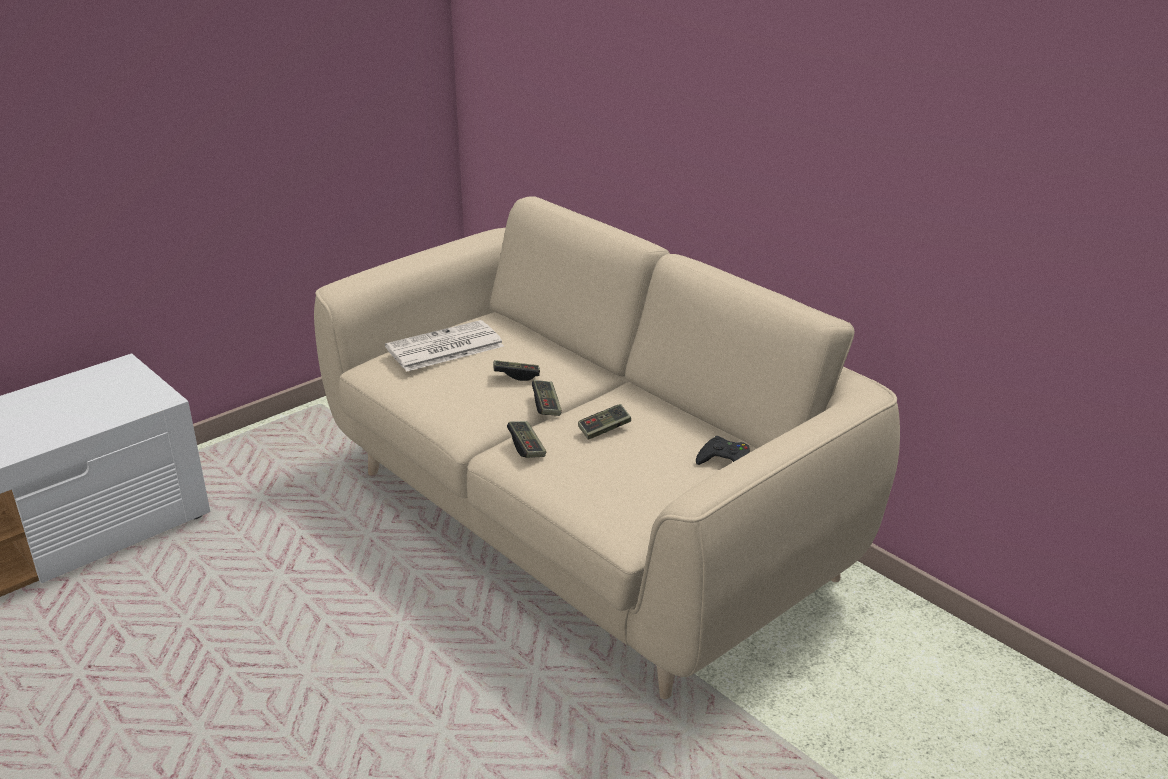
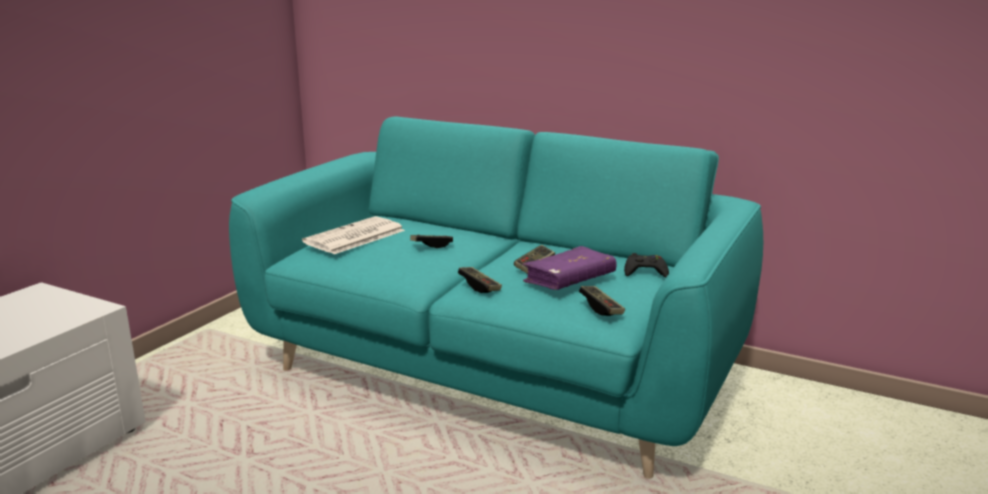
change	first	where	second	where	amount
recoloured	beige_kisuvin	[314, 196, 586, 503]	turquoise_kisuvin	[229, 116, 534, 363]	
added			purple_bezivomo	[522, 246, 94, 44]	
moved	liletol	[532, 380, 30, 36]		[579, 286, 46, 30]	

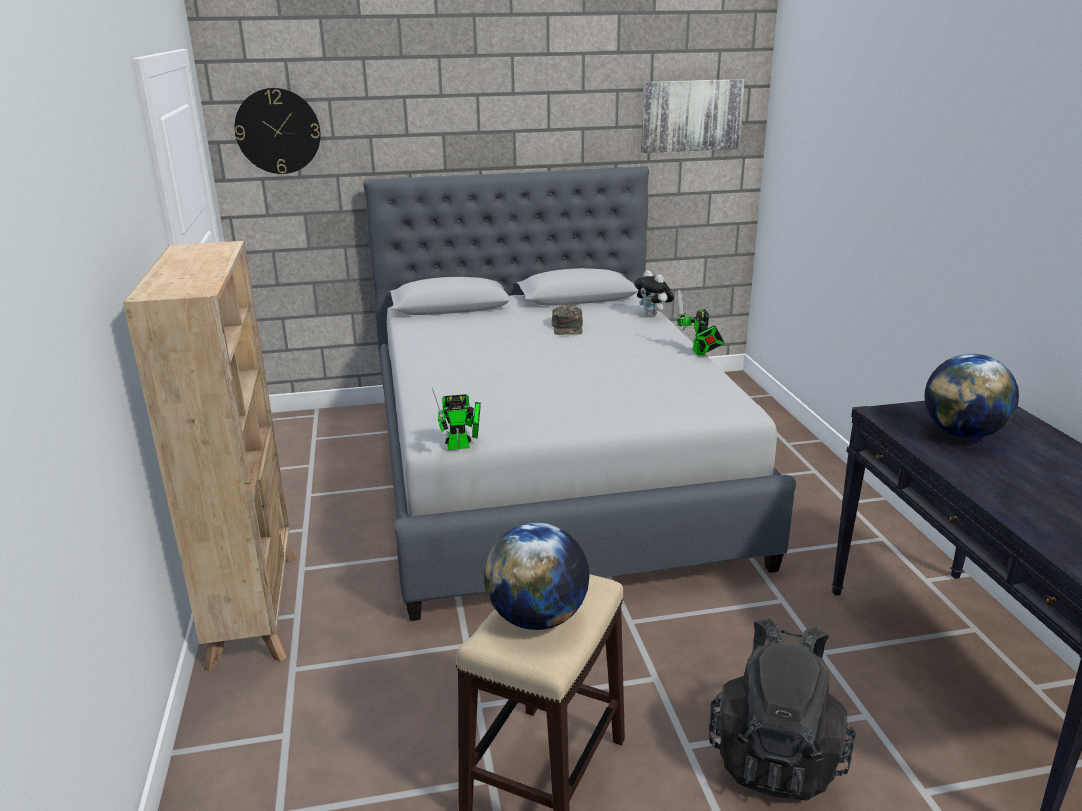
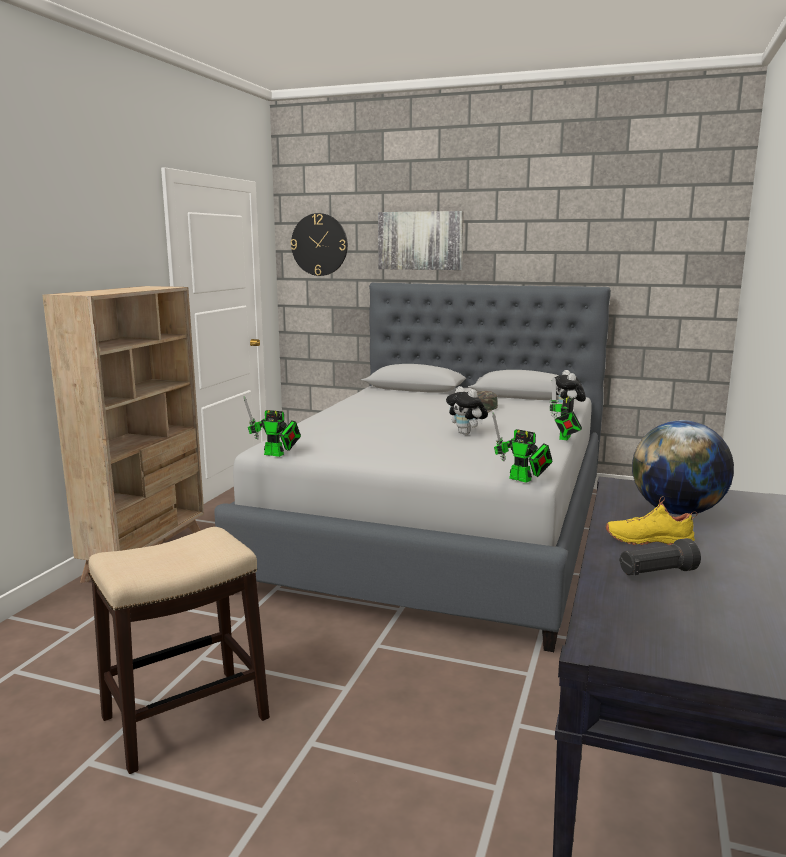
change	first	where	second	where	amount
moved	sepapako	[641, 79, 104, 74]		[378, 211, 86, 59]	
added			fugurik	[446, 386, 42, 49]	
added			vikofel	[492, 412, 60, 71]	
added			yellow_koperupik	[606, 496, 92, 49]	
added			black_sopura	[619, 538, 82, 37]	
removed	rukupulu	[484, 523, 105, 107]			
removed	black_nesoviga	[709, 619, 147, 181]			

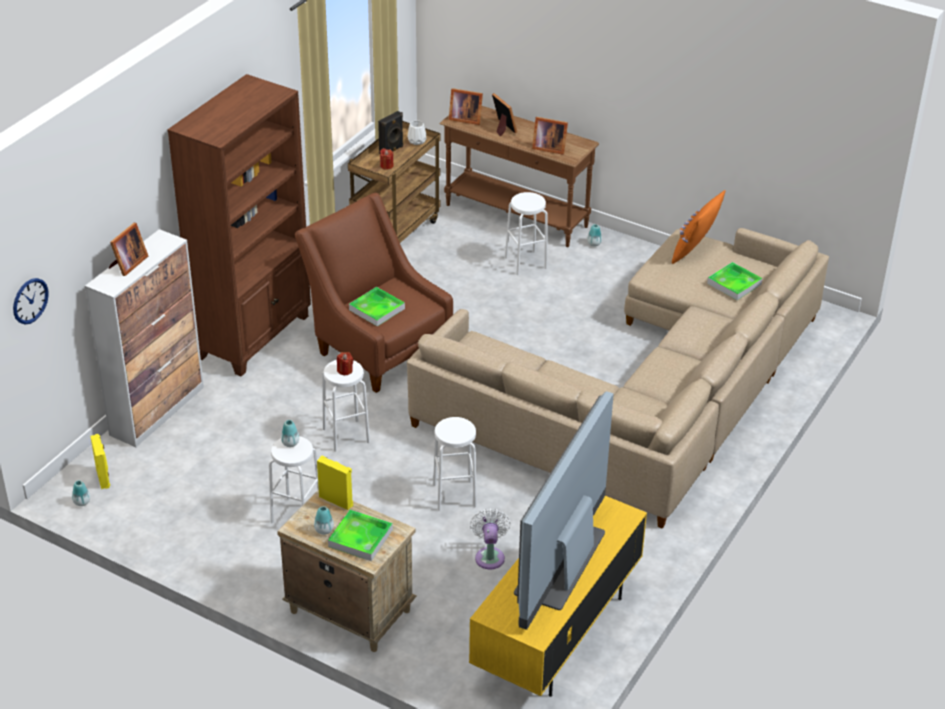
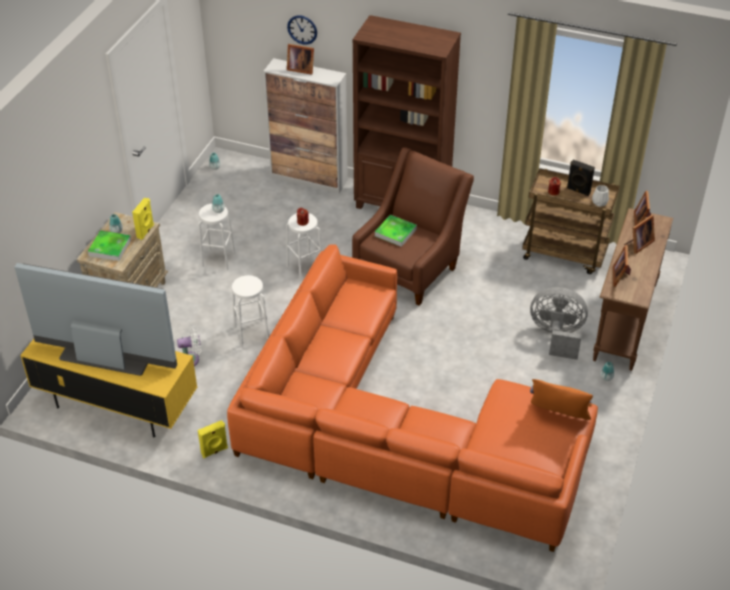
change	first	where	second	where	amount
moved	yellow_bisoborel	[90, 434, 20, 55]		[198, 420, 30, 38]	
recoloured	beige_kisuvin	[407, 228, 422, 301]	orange_kisuvin	[227, 244, 371, 308]	
moved	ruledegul	[13, 278, 36, 47]		[287, 15, 30, 30]	
replaced	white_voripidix	[505, 192, 42, 83]	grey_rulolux	[530, 287, 58, 73]	
removed	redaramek	[707, 262, 55, 38]			

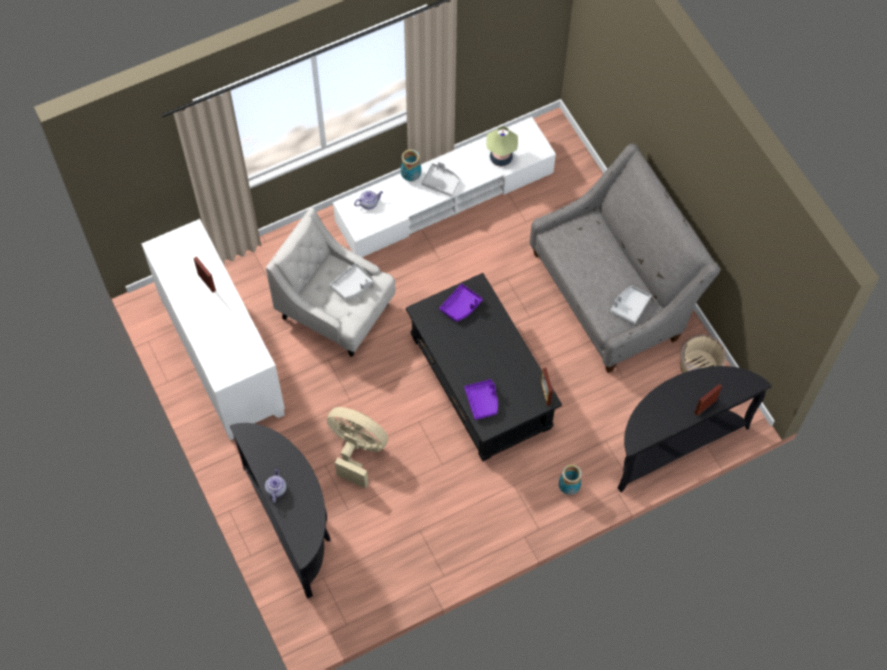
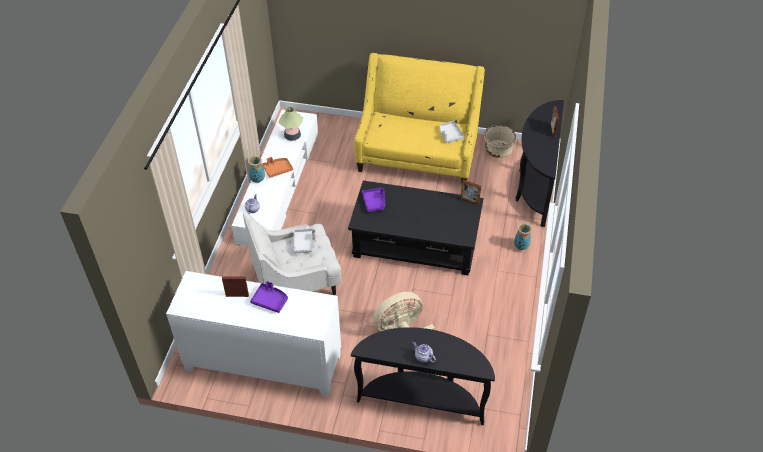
change	first	where	second	where	amount
moved	purple_redaramek	[464, 379, 34, 41]		[250, 281, 38, 32]	
recoloured	grey_redaramek	[421, 162, 40, 35]	orange_redaramek	[262, 157, 31, 21]	
recoloured	grey_kisuvin	[530, 144, 191, 229]	yellow_kisuvin	[354, 53, 131, 129]	

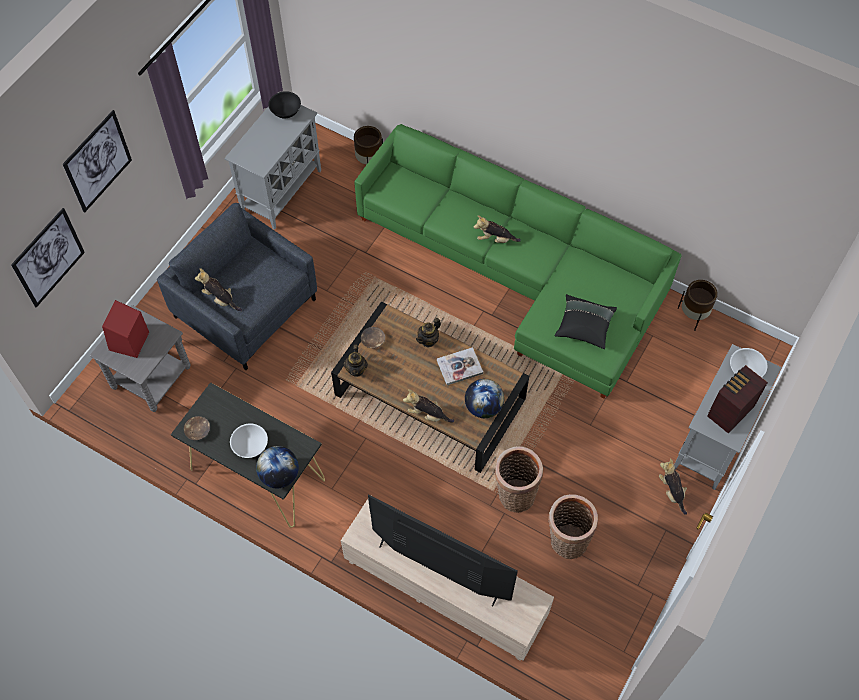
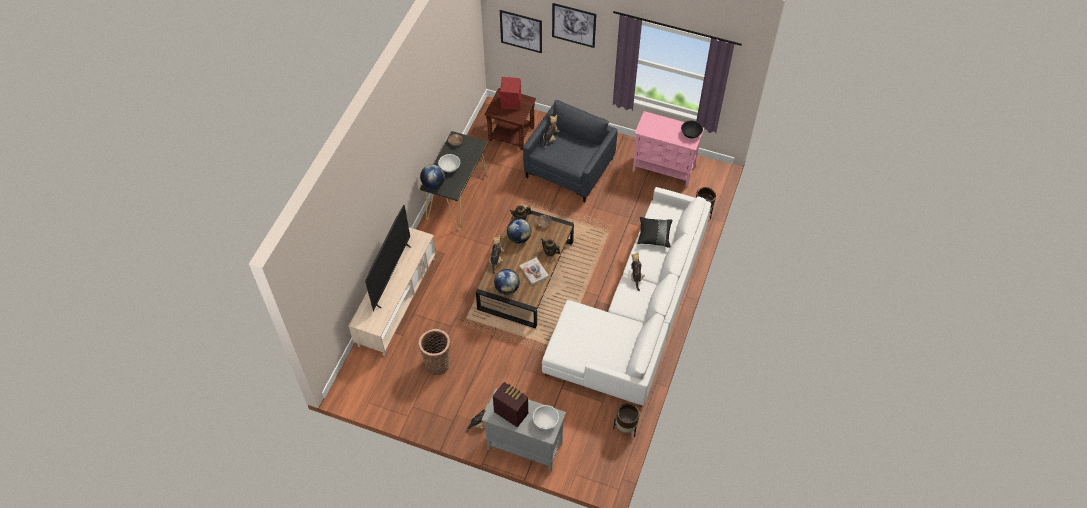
change	first	where	second	where	amount
recoloured	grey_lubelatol	[90, 305, 100, 107]	brown_lubelatol	[485, 88, 51, 62]	
added			rukupulu	[507, 219, 25, 24]	
recoloured	green_kisuvin	[354, 124, 328, 275]	white_kisuvin	[542, 187, 169, 220]	
recoloured	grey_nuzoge	[224, 105, 97, 125]	pink_nuzoge	[633, 111, 71, 76]	
moved	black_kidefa	[554, 294, 63, 55]		[637, 217, 35, 31]	
removed	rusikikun	[495, 446, 48, 67]			

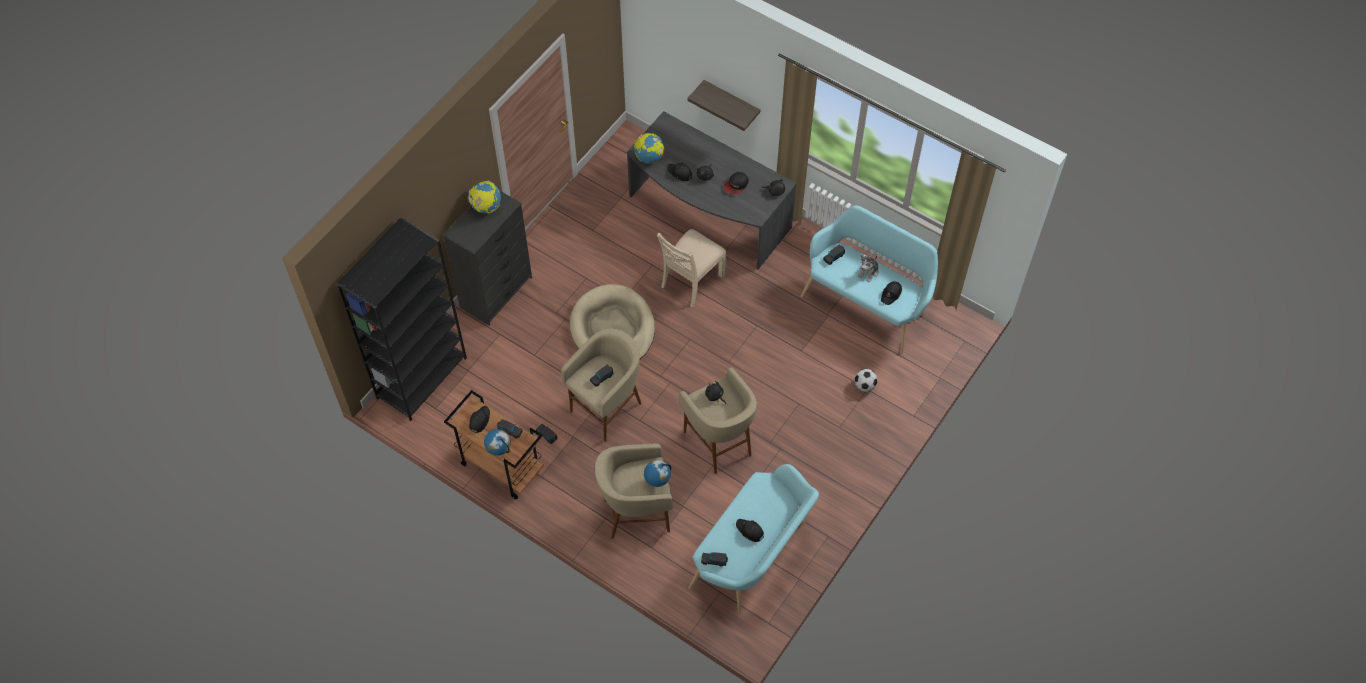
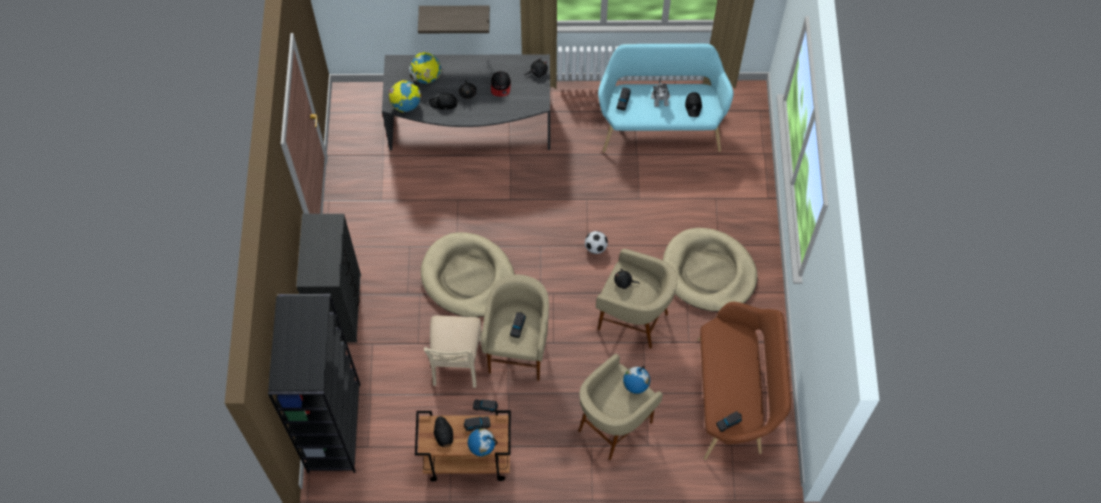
change	first	where	second	where	amount
moved	rukupulu	[467, 180, 34, 33]		[409, 52, 32, 32]	
moved	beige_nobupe	[657, 229, 69, 79]		[424, 315, 58, 73]	
moved	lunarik	[854, 369, 24, 23]		[585, 231, 23, 23]	
added			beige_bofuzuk	[663, 228, 95, 84]	
recoloured	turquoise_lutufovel	[688, 464, 131, 151]	brown_lutufovel	[697, 302, 94, 158]	
removed	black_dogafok	[736, 519, 28, 23]			

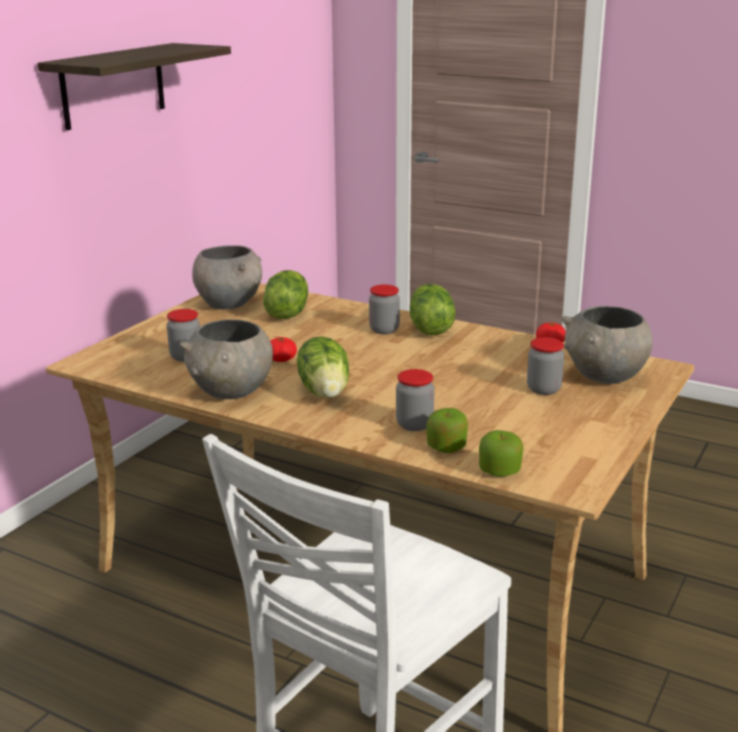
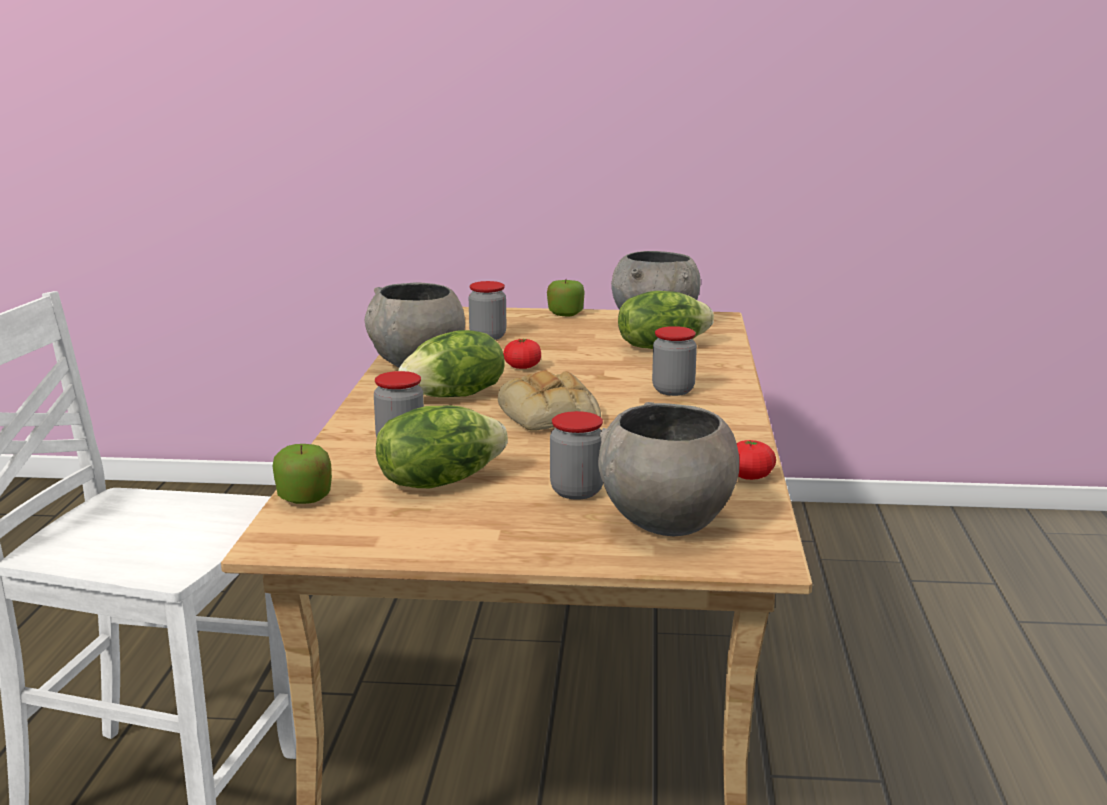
change	first	where	second	where	amount
moved	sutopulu	[410, 284, 46, 51]		[376, 405, 132, 83]	
added			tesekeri	[498, 370, 103, 61]	
moved	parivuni	[426, 408, 42, 45]		[547, 280, 38, 36]	
removed	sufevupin	[37, 43, 194, 87]			

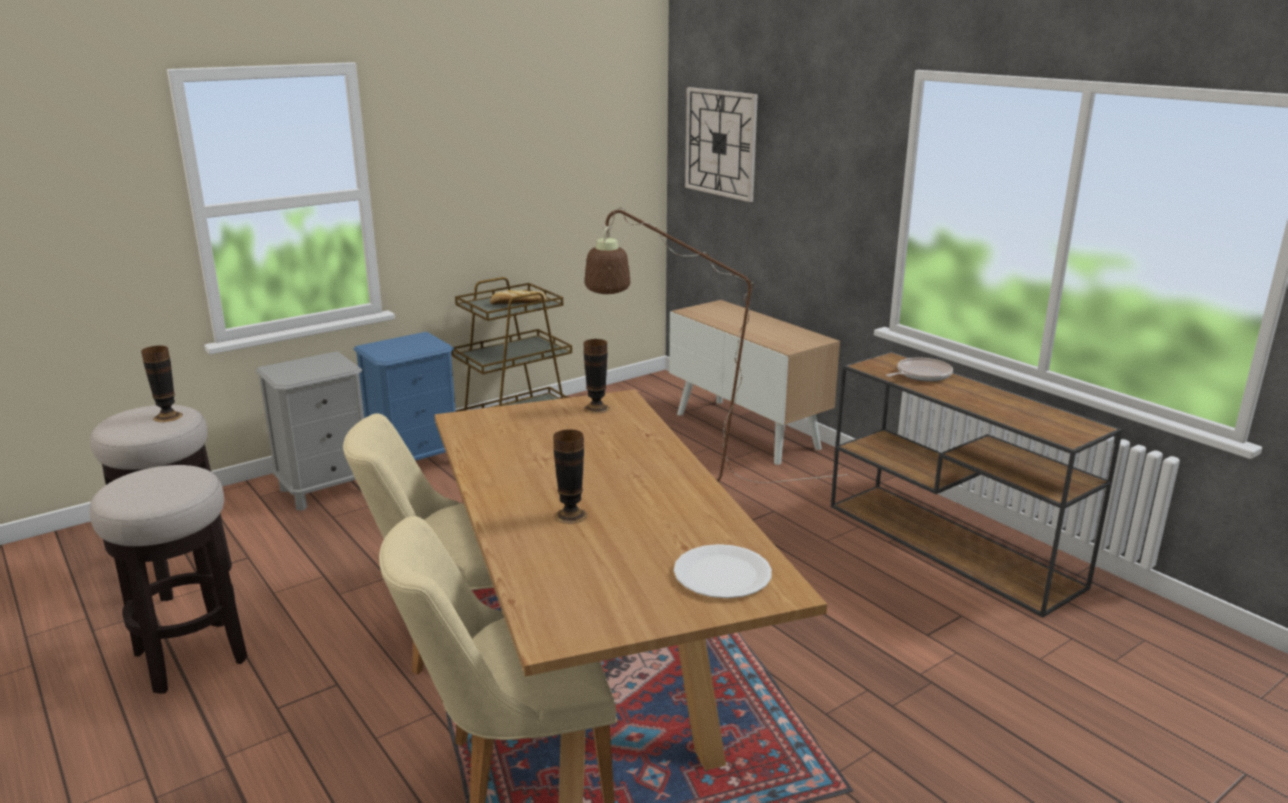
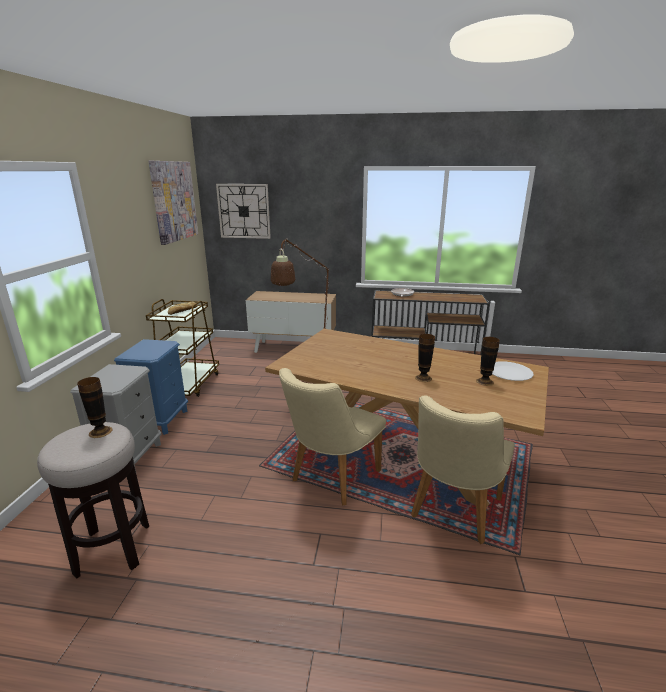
change	first	where	second	where	amount
added			sepapako	[148, 161, 50, 84]	
moved	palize	[584, 339, 26, 75]		[476, 337, 24, 49]	
removed	voripidix	[89, 465, 158, 229]			

